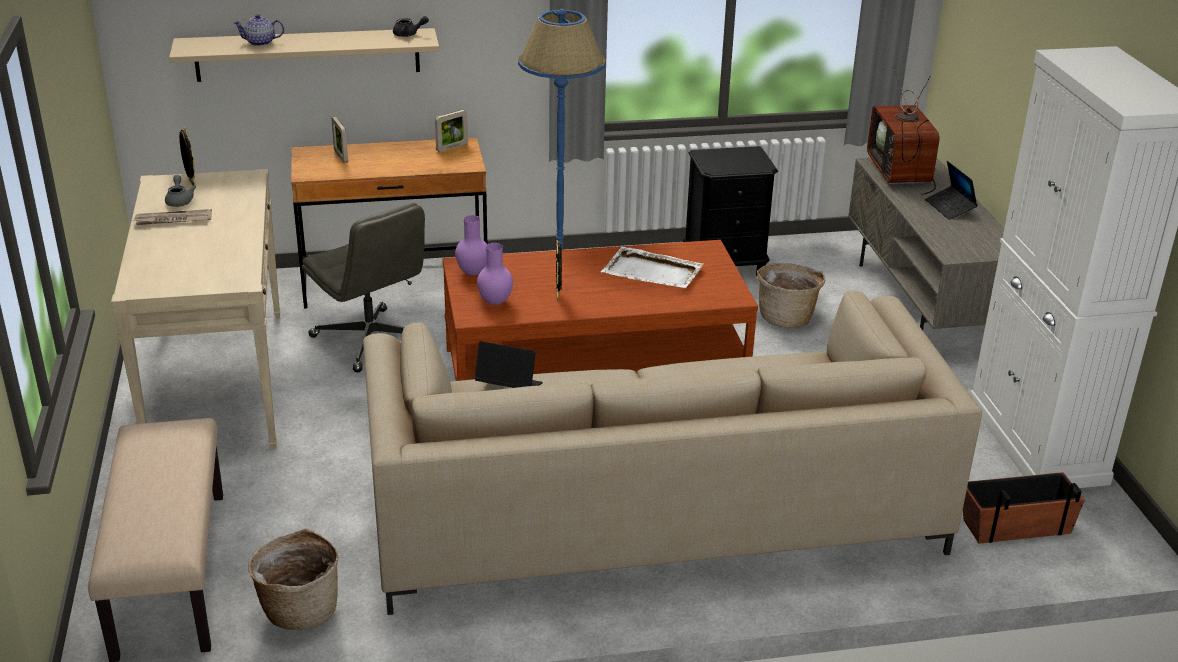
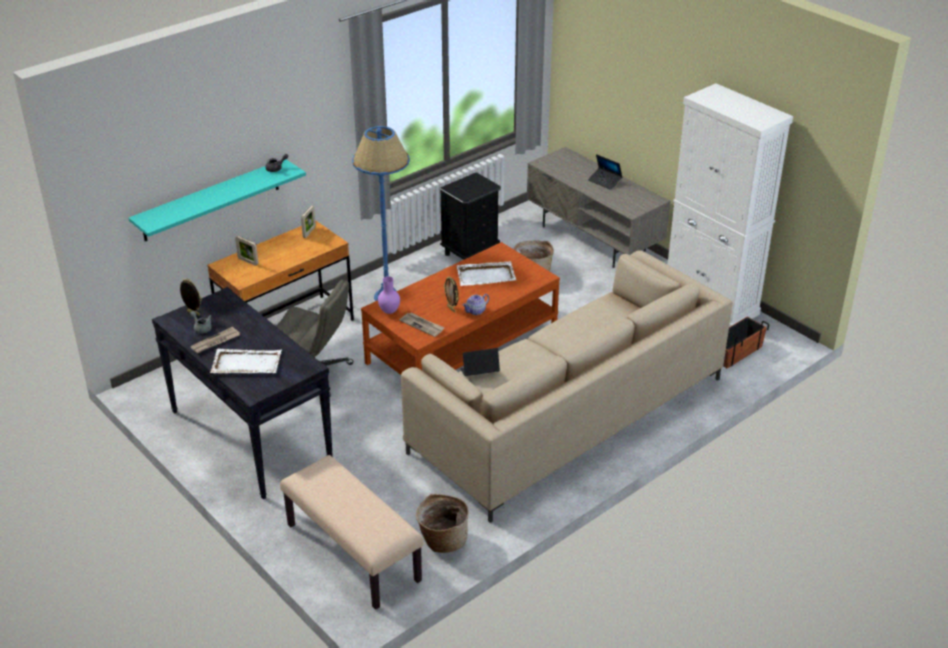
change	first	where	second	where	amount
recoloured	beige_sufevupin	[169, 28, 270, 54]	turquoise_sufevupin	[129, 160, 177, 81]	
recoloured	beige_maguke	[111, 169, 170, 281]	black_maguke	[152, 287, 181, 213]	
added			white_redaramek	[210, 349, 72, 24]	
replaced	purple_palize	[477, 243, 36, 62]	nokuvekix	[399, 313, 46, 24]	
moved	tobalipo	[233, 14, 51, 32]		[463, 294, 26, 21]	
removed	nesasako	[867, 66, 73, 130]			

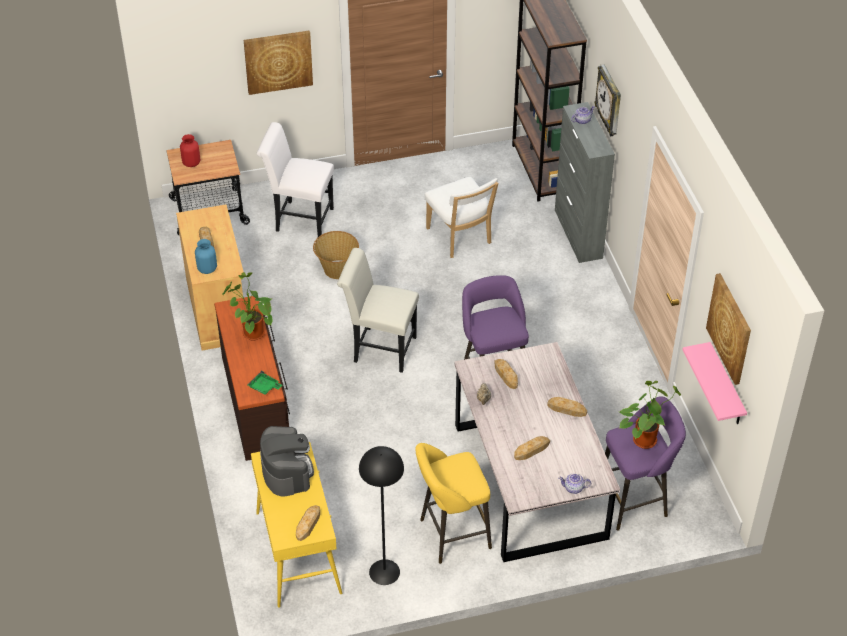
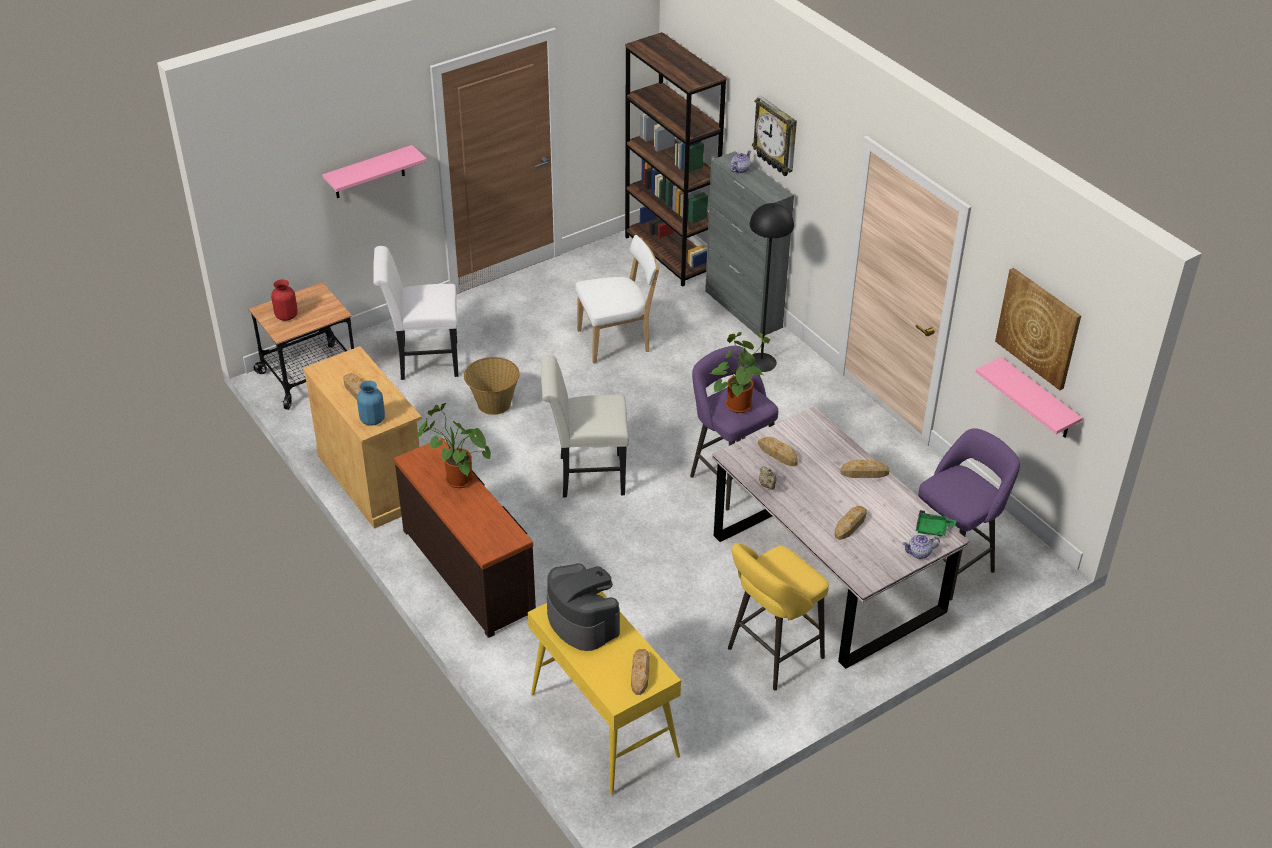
change	first	where	second	where	amount
replaced	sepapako	[244, 31, 69, 64]	pink_sufevupin	[322, 145, 105, 53]	
turned	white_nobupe	[425, 177, 73, 81]		[575, 235, 84, 129]	60 degrees counterclockwise
moved	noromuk	[620, 381, 61, 68]		[710, 332, 60, 81]	
moved	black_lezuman	[359, 446, 45, 139]		[750, 203, 44, 169]	
moved	green_redaramek	[247, 371, 36, 24]		[916, 510, 40, 27]	

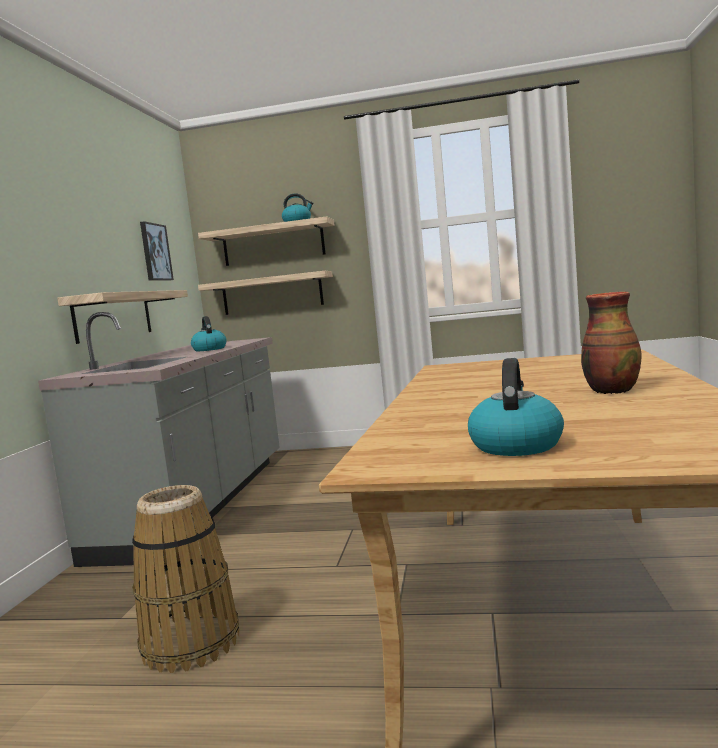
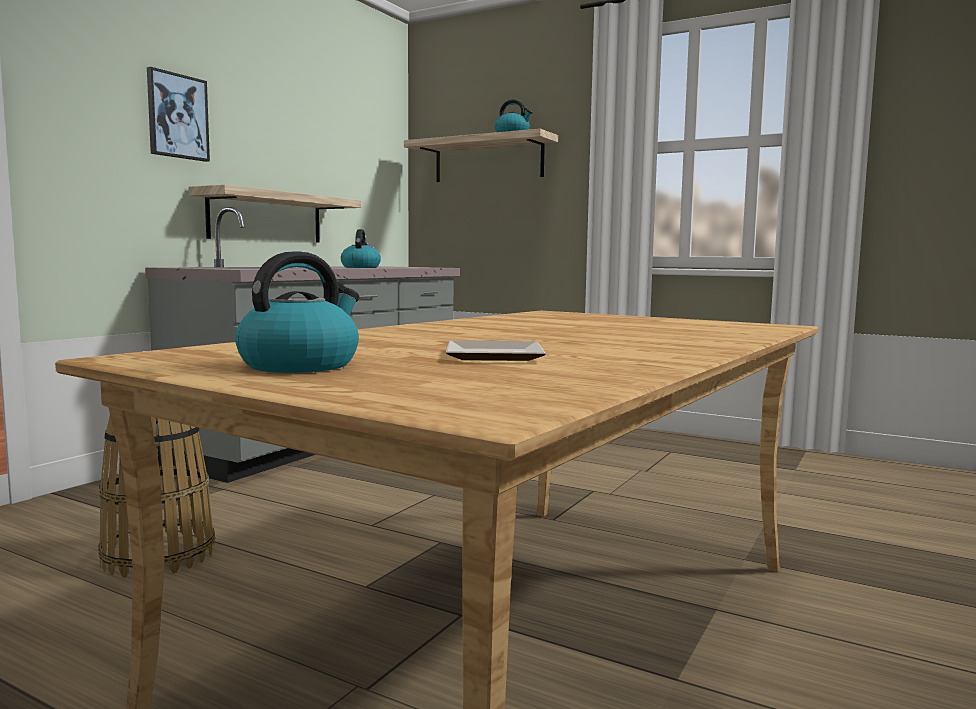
change	first	where	second	where	amount
moved	sepapako	[140, 221, 34, 60]		[147, 67, 63, 95]	
added			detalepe	[446, 340, 100, 21]	
removed	sufevupin	[198, 271, 135, 44]			
removed	palize	[581, 292, 60, 102]			

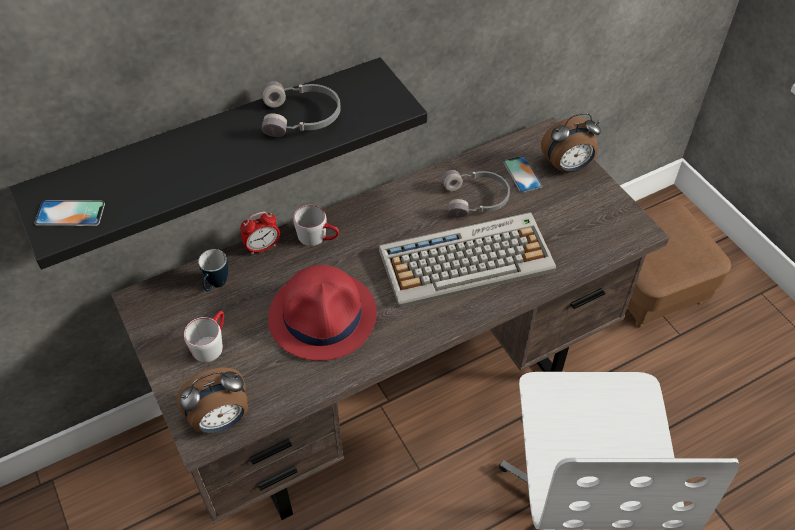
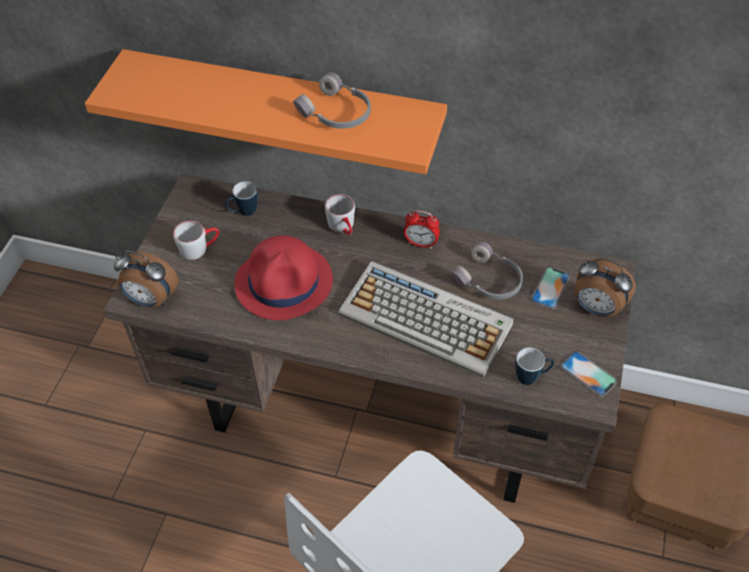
change	first	where	second	where	amount
recoloured	black_sufevupin	[9, 57, 418, 212]	orange_sufevupin	[85, 49, 362, 125]	
moved	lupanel	[240, 211, 40, 44]		[404, 210, 36, 39]	
added			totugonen	[515, 347, 39, 38]	
moved	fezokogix	[34, 200, 71, 26]		[561, 351, 56, 46]	

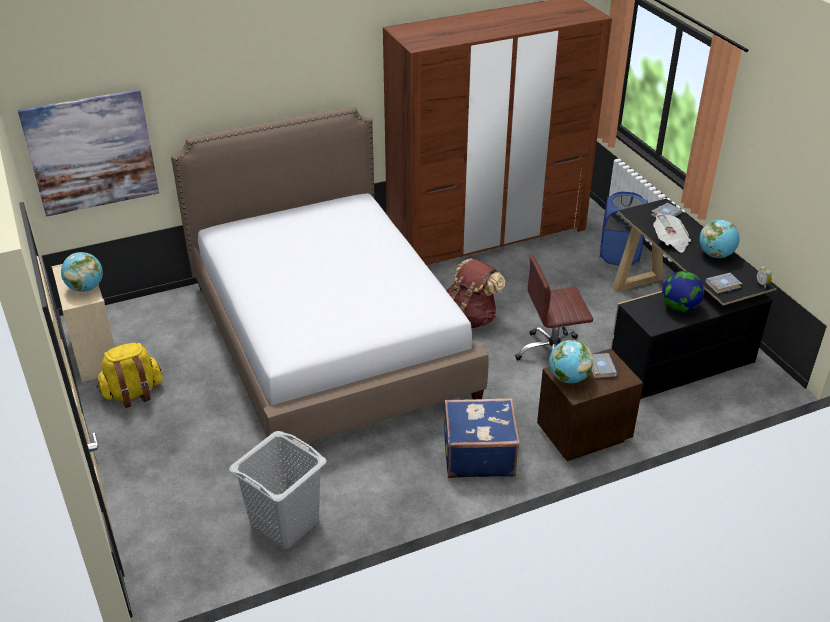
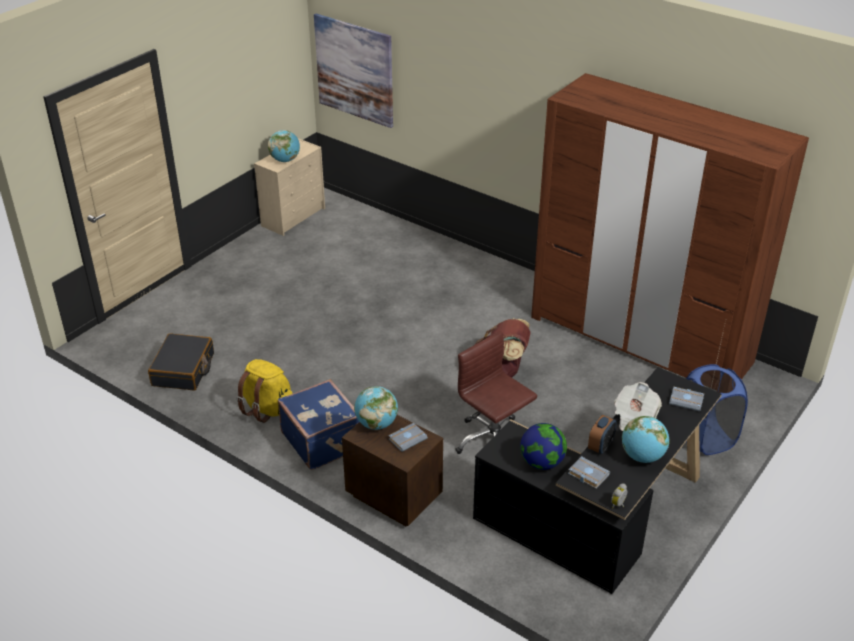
change	first	where	second	where	amount
replaced	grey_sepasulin	[229, 431, 97, 118]	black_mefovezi	[148, 333, 66, 58]	
moved	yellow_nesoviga	[97, 343, 66, 65]		[237, 359, 56, 64]	
added			lupanel	[588, 415, 28, 39]	
removed	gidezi	[171, 106, 318, 337]			

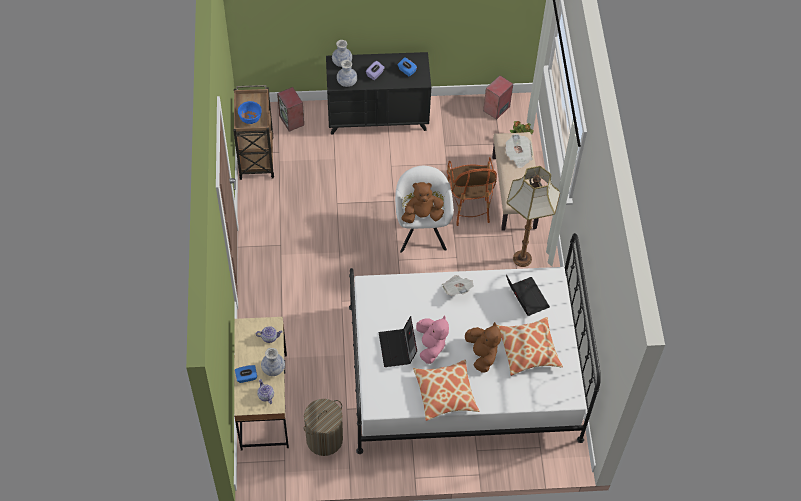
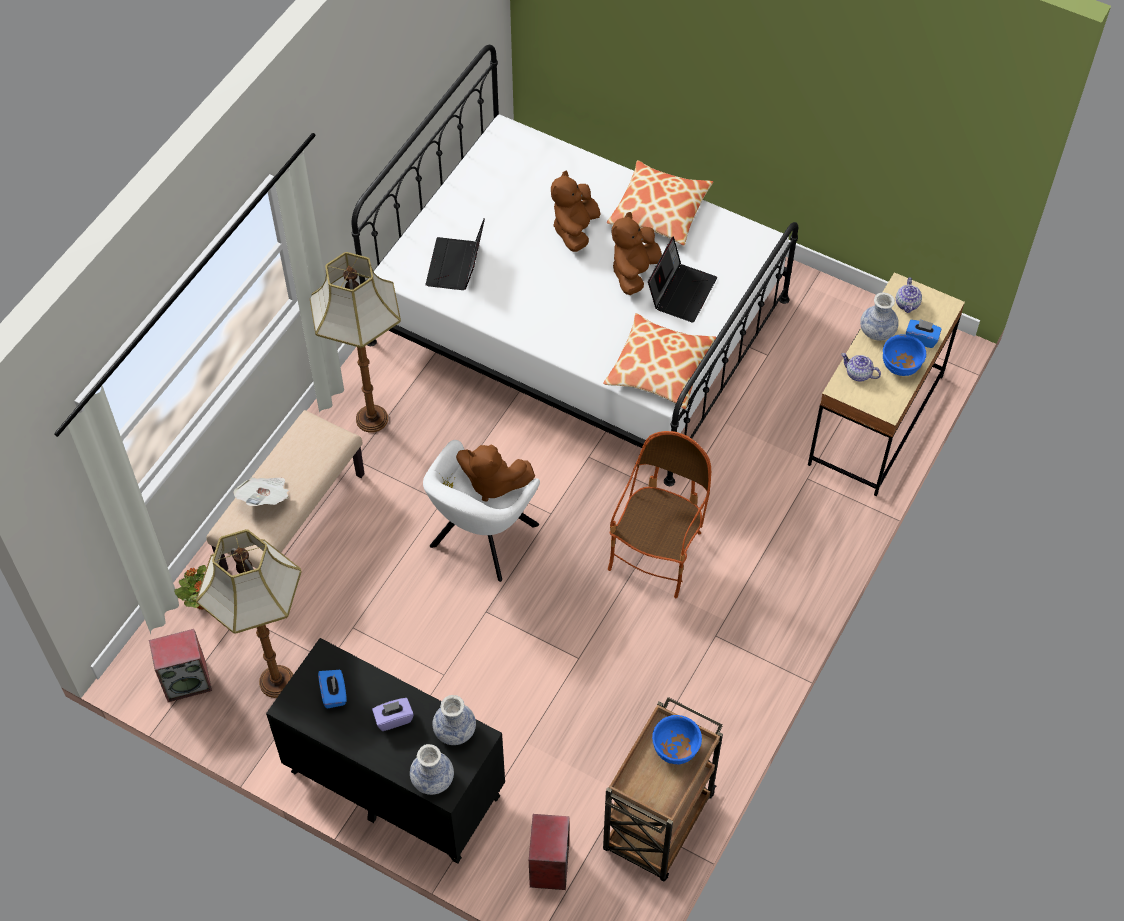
change	first	where	second	where	amount
added			lezuman	[196, 529, 106, 169]	
moved	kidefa	[497, 317, 66, 59]		[603, 313, 114, 96]	
moved	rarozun	[447, 157, 50, 69]		[608, 431, 103, 167]	
recoloured	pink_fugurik	[416, 315, 33, 49]	brown_fugurik	[612, 212, 50, 83]	
added			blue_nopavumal	[883, 334, 43, 42]	
removed	sepasulin	[303, 399, 40, 57]			
removed	nokuvekix	[442, 275, 32, 21]			

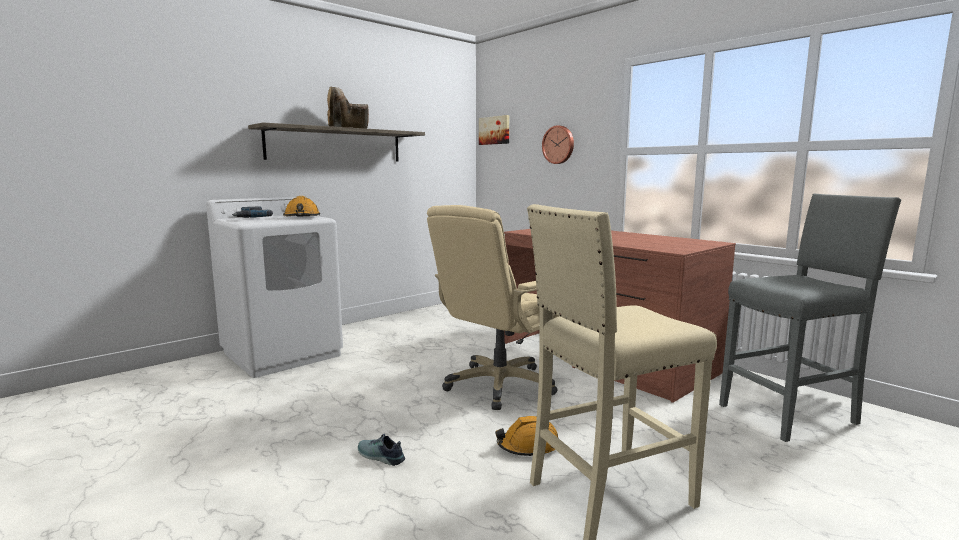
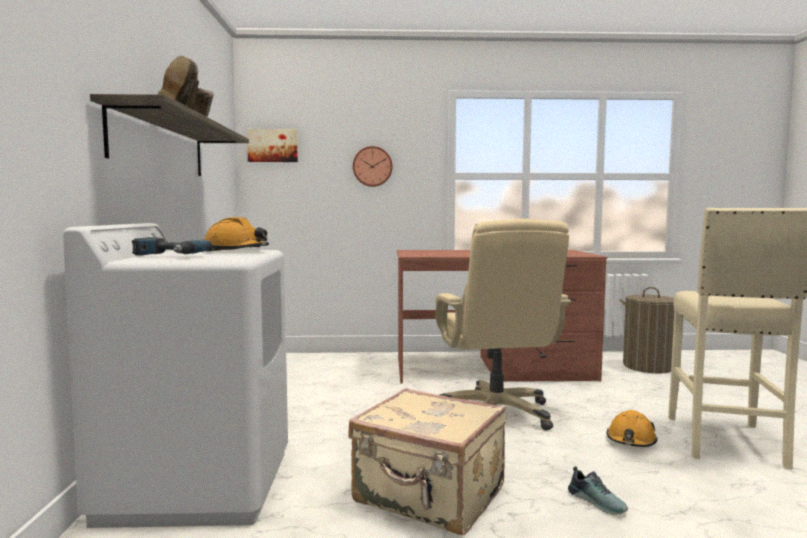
change	first	where	second	where	amount
added			beige_mefovezi	[348, 388, 159, 147]	
turned	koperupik	[358, 434, 47, 32]		[568, 466, 60, 49]	105 degrees counterclockwise
replaced	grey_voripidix	[719, 194, 182, 248]	sepasulin	[620, 287, 54, 86]	

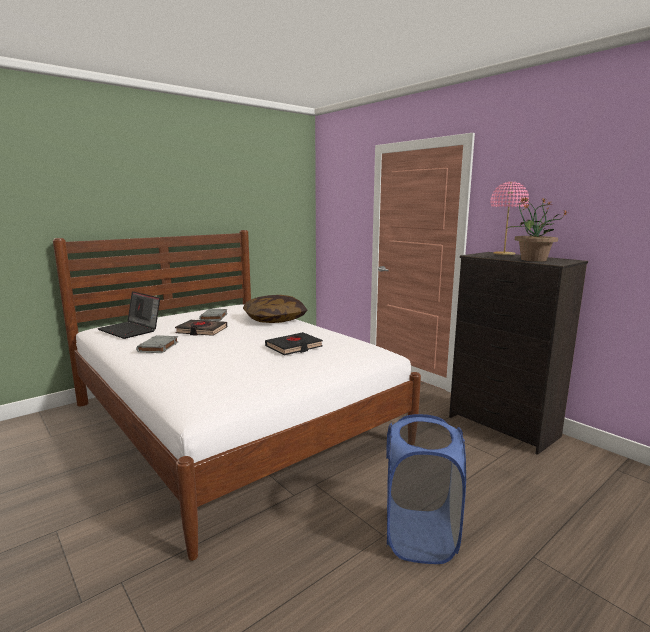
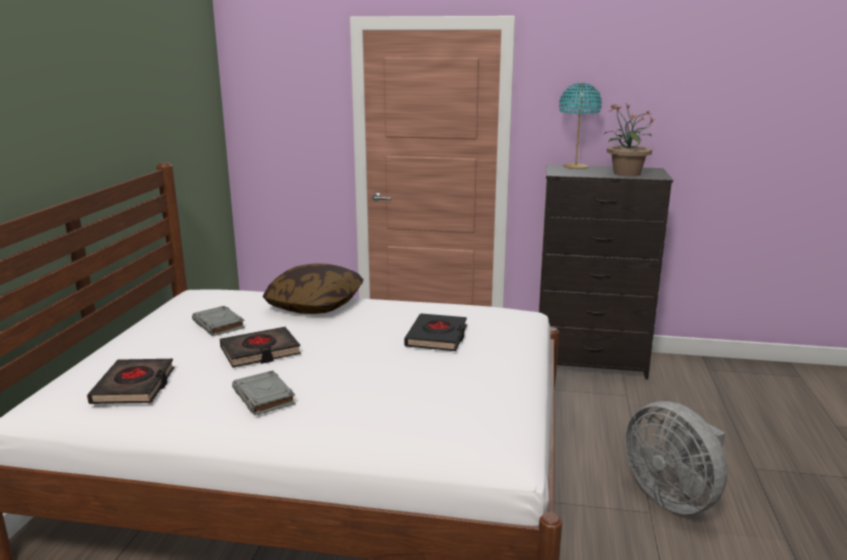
change	first	where	second	where	amount
replaced	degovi	[97, 291, 63, 48]	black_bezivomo	[87, 359, 88, 45]	
recoloured	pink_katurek	[491, 181, 38, 74]	turquoise_katurek	[559, 83, 43, 86]	
replaced	blue_sepasulin	[386, 414, 80, 150]	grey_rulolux	[625, 401, 103, 113]	

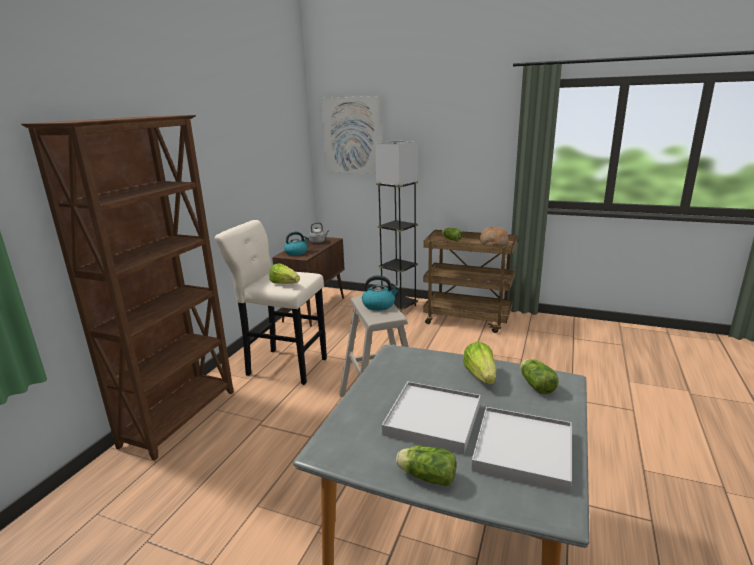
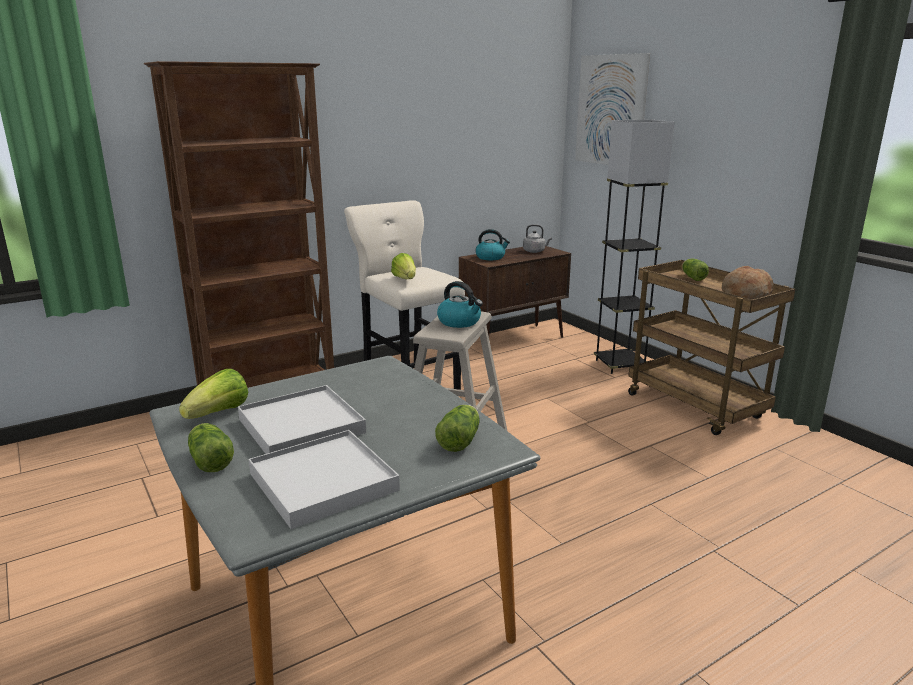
change	first	where	second	where	amount
moved	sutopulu	[463, 342, 33, 43]		[179, 369, 69, 50]	

